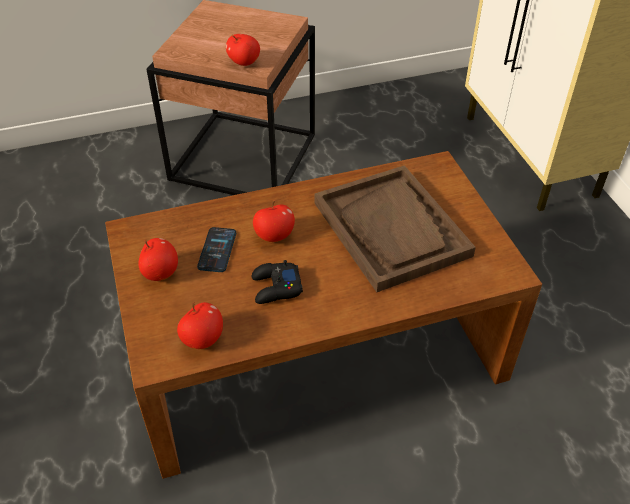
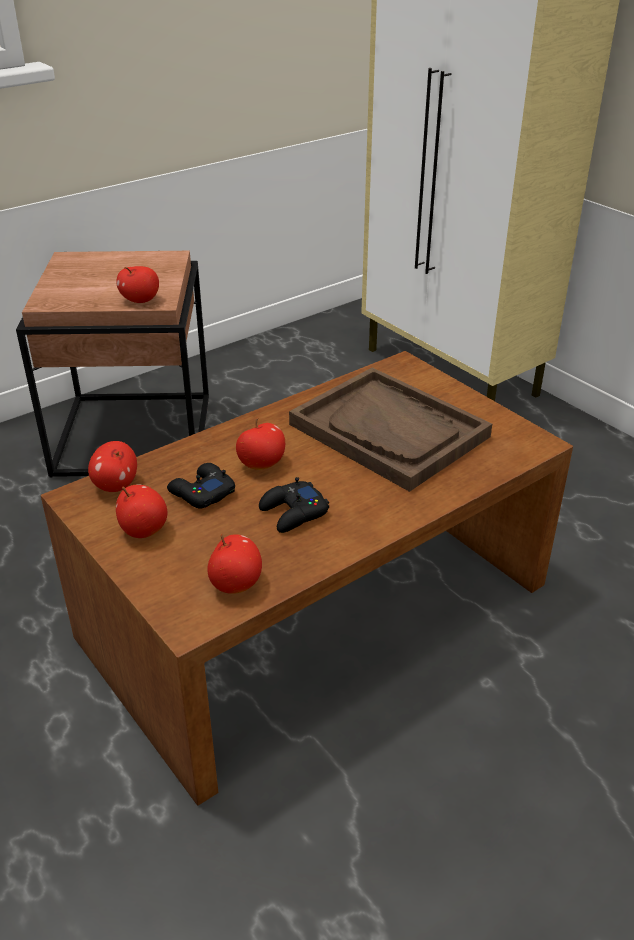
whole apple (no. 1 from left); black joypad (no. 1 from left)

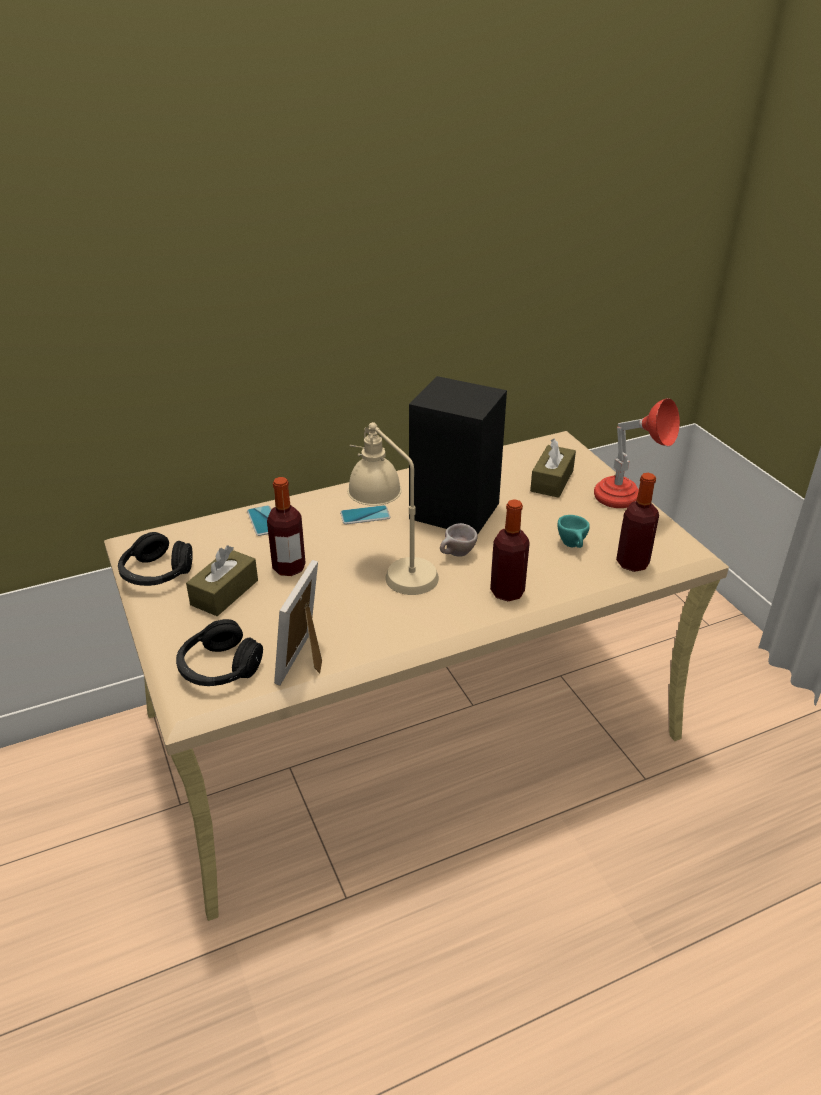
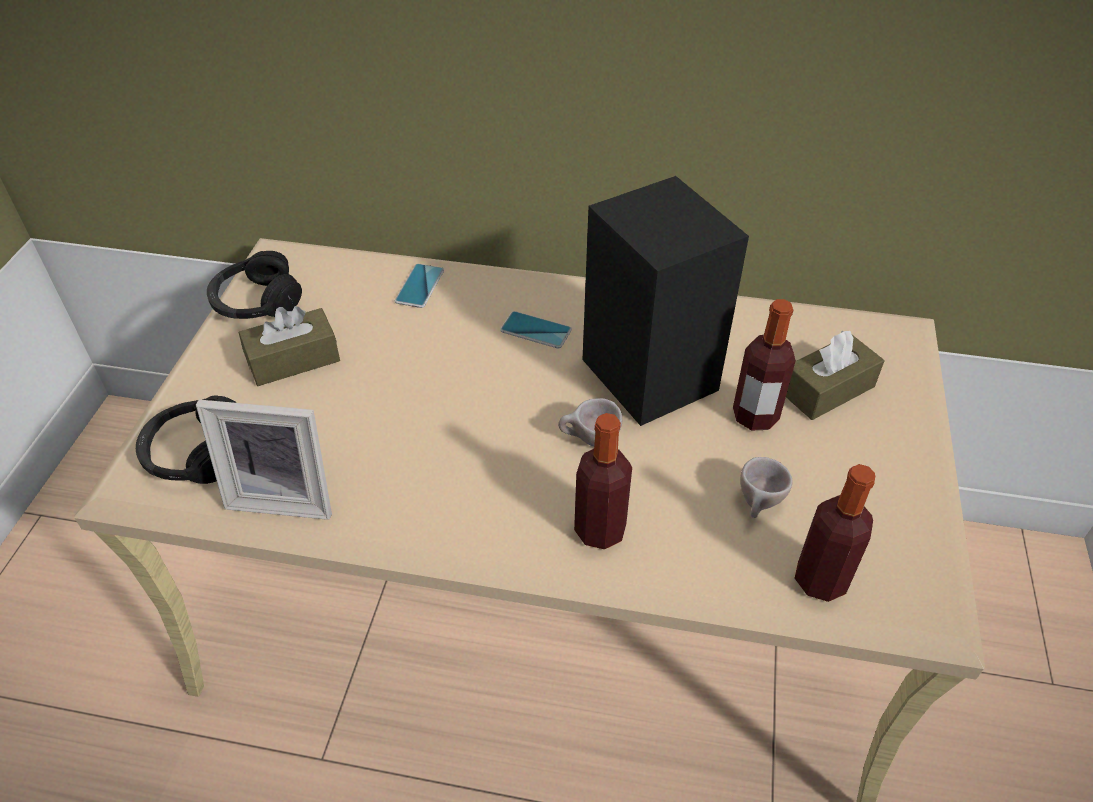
beige table lamp; red table lamp; drink bottle (no. 2 from left); beige cup (no. 2 from left); photo frame

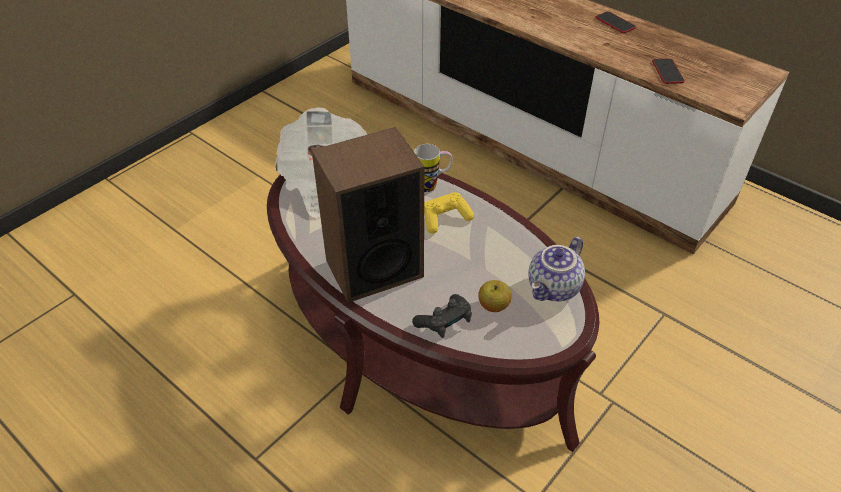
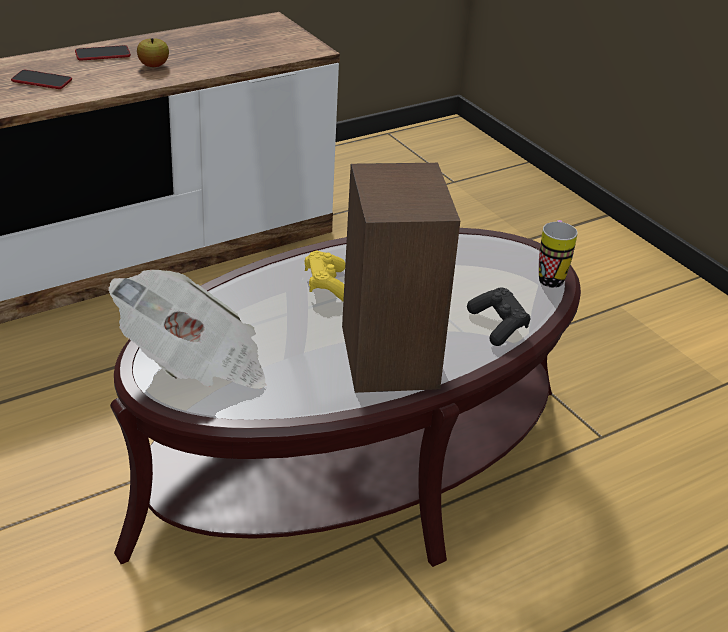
tea pot; tea mug; whole apple; telephone (no. 1 from left)

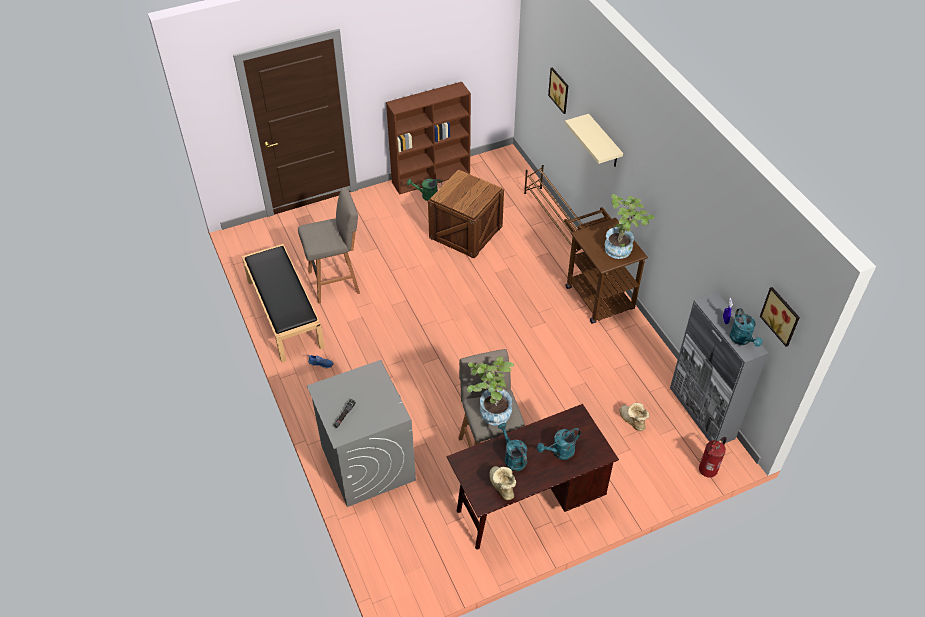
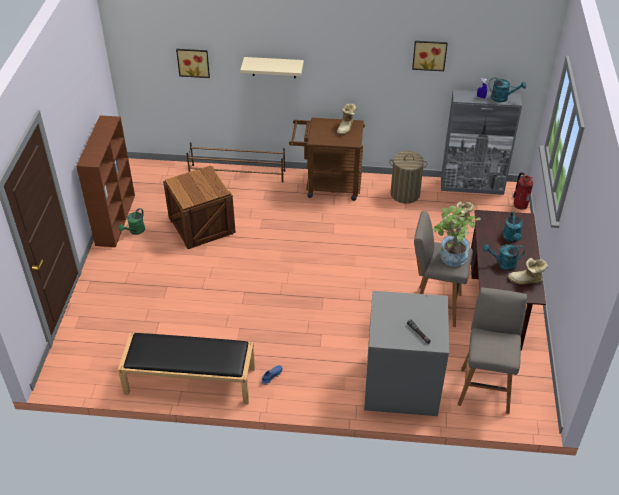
washing basket; gray stool seat (no. 2 from left); wall art (no. 2 from left); tall boot (no. 1 from left)

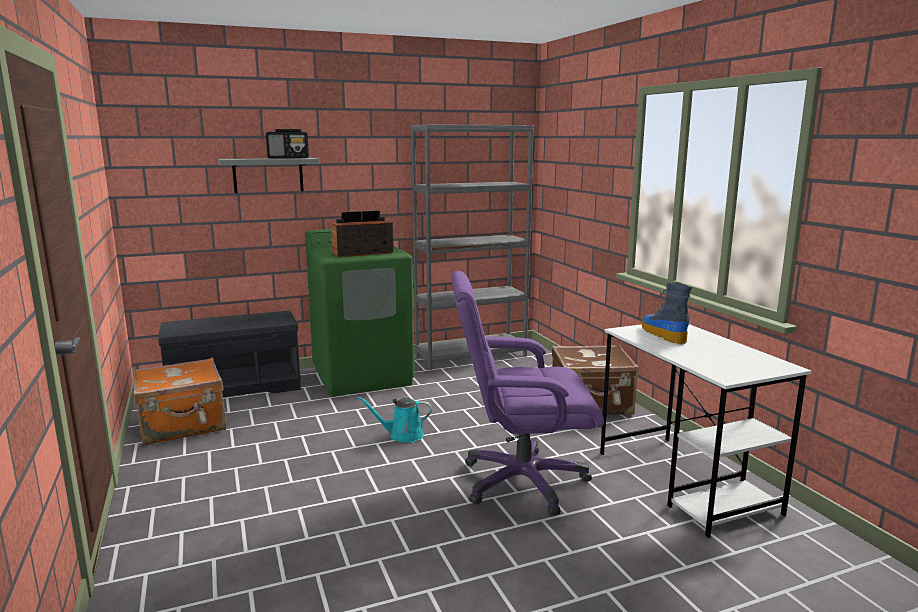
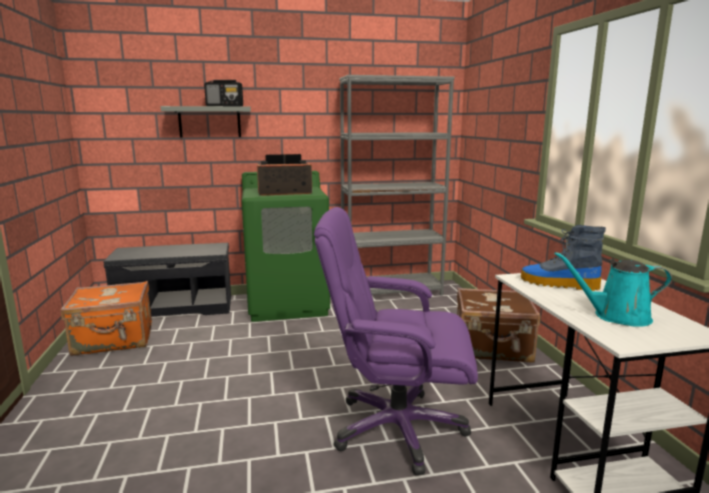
turquoise-coloured sprinkling can; tall boot

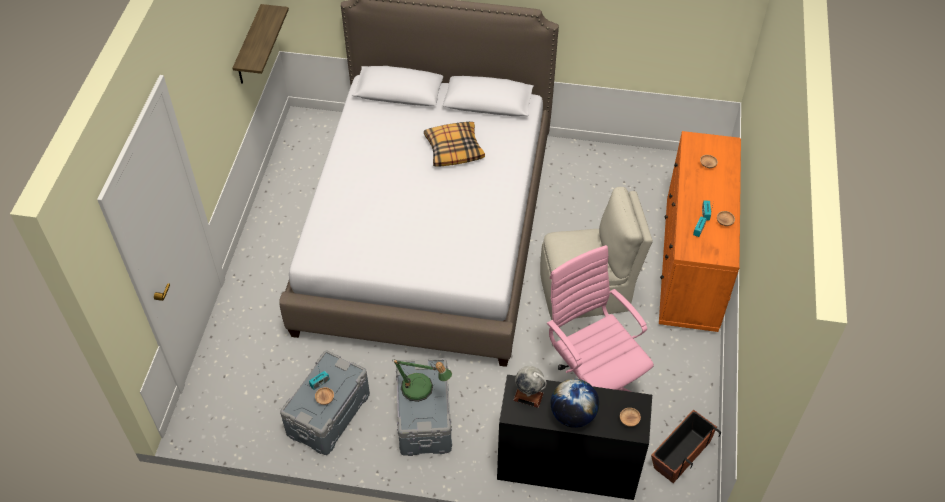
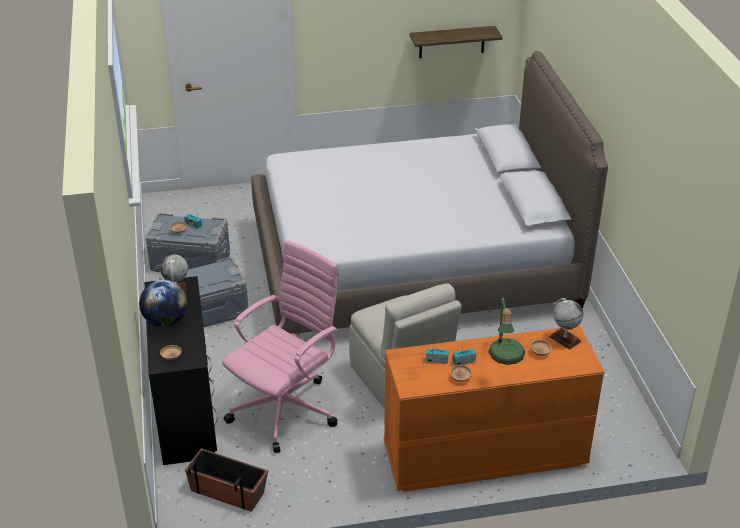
pillow; globe (no. 3 from left); table lamp

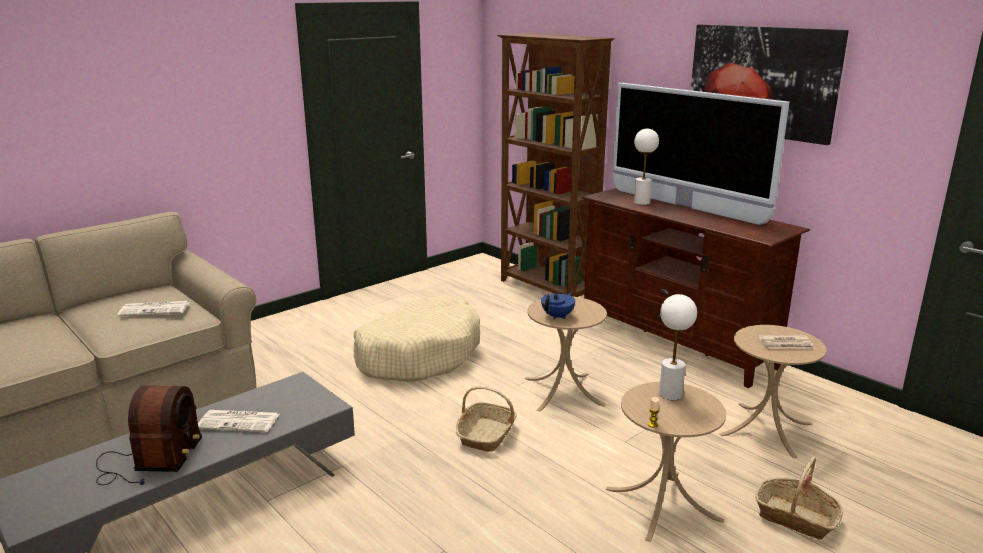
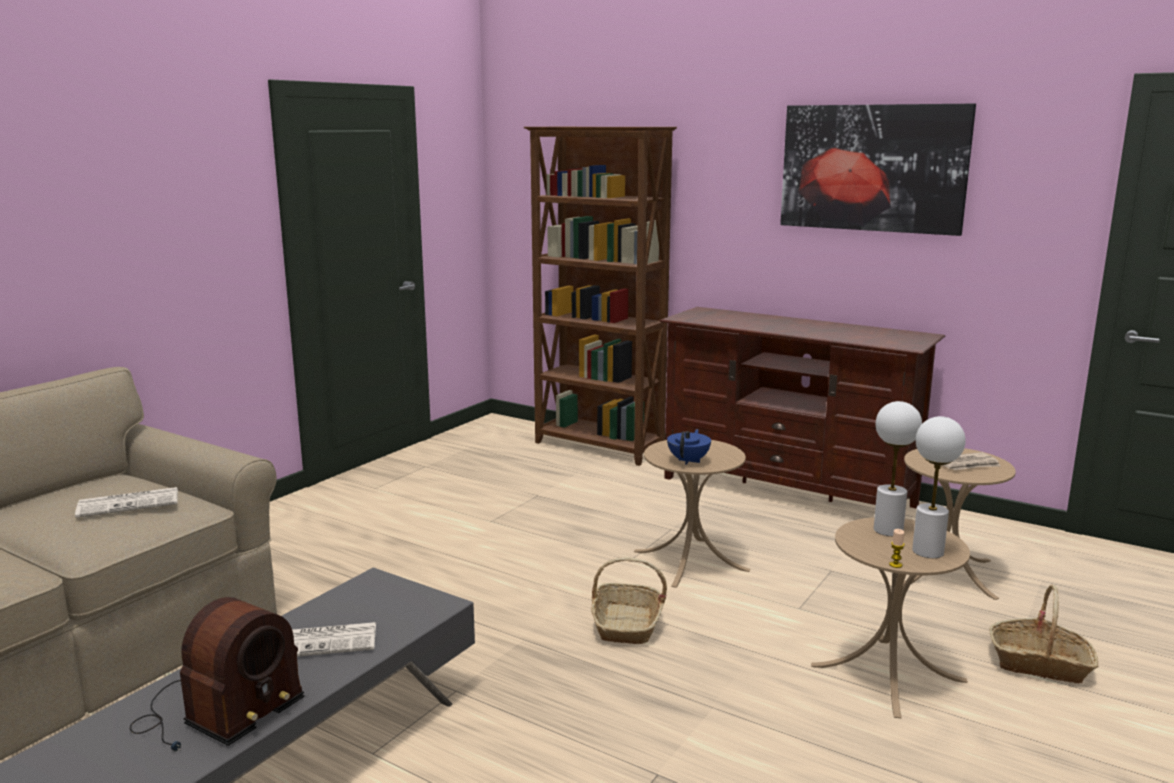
beige dog cushion; TV set; whitish table lamp (no. 2 from left); radio

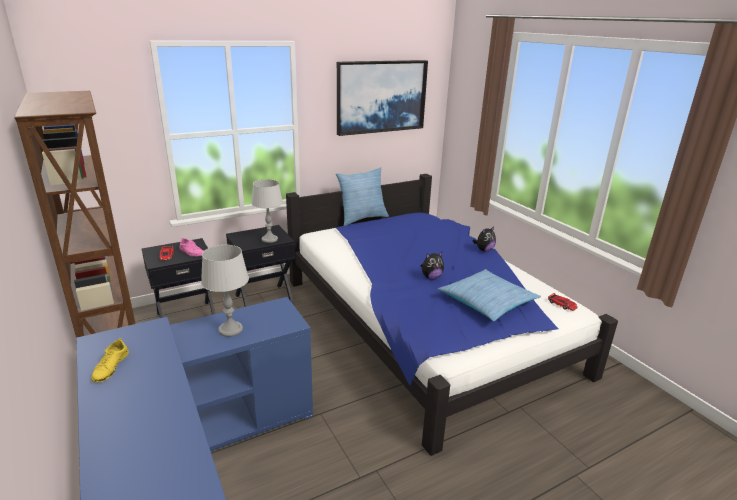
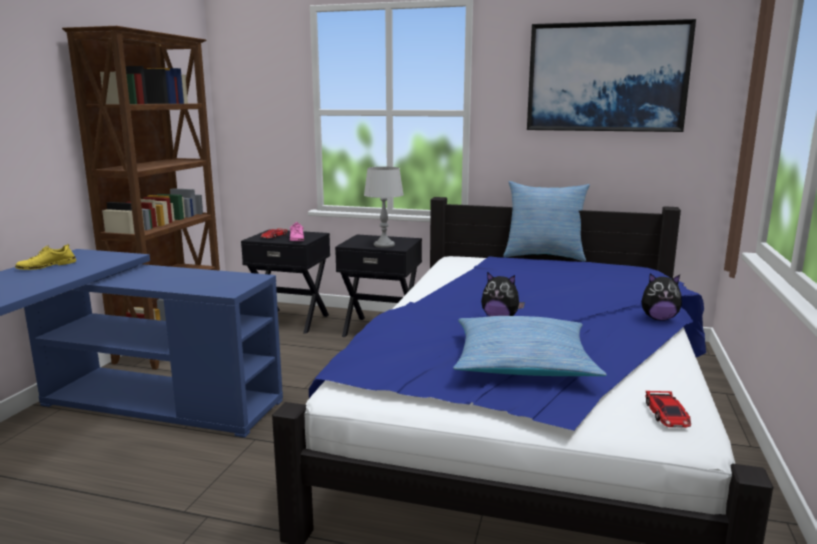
gray table lamp (no. 1 from left in the first image)

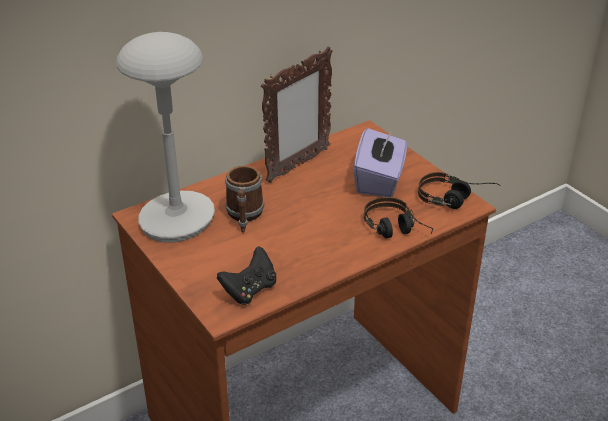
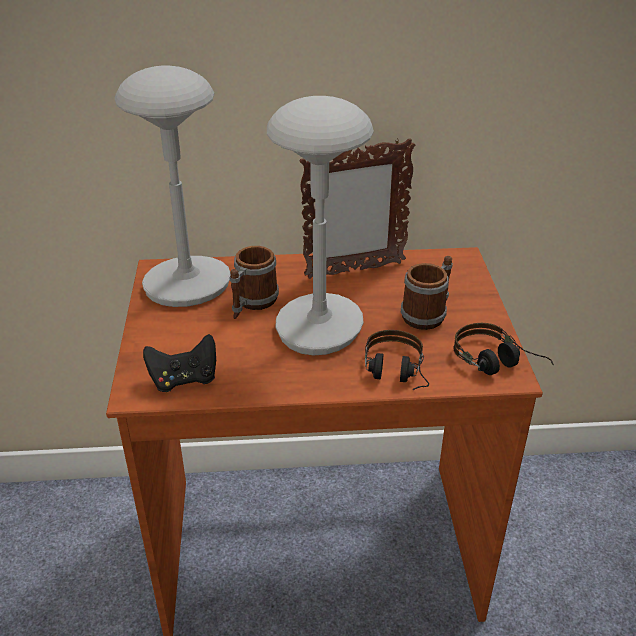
gray table lamp (no. 2 from left); tea mug (no. 2 from left)

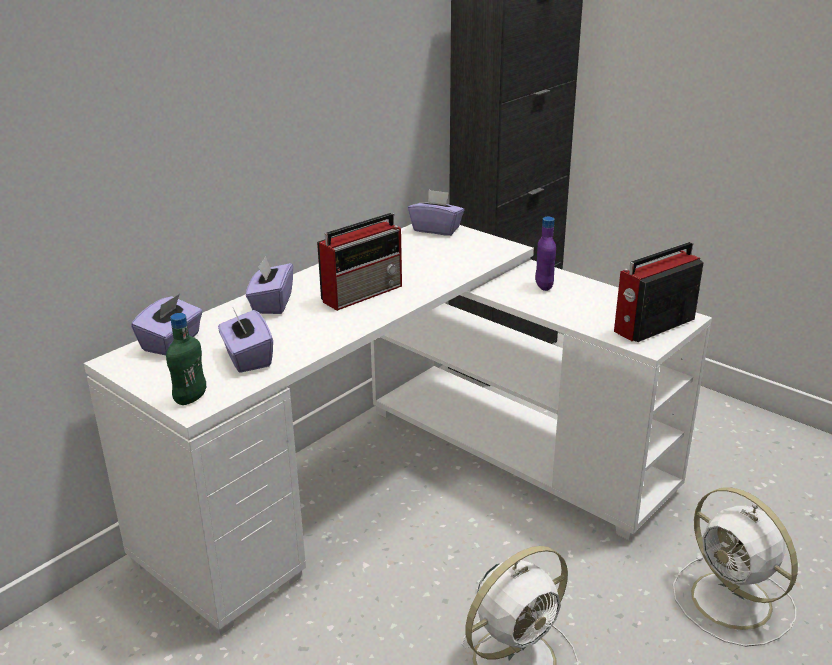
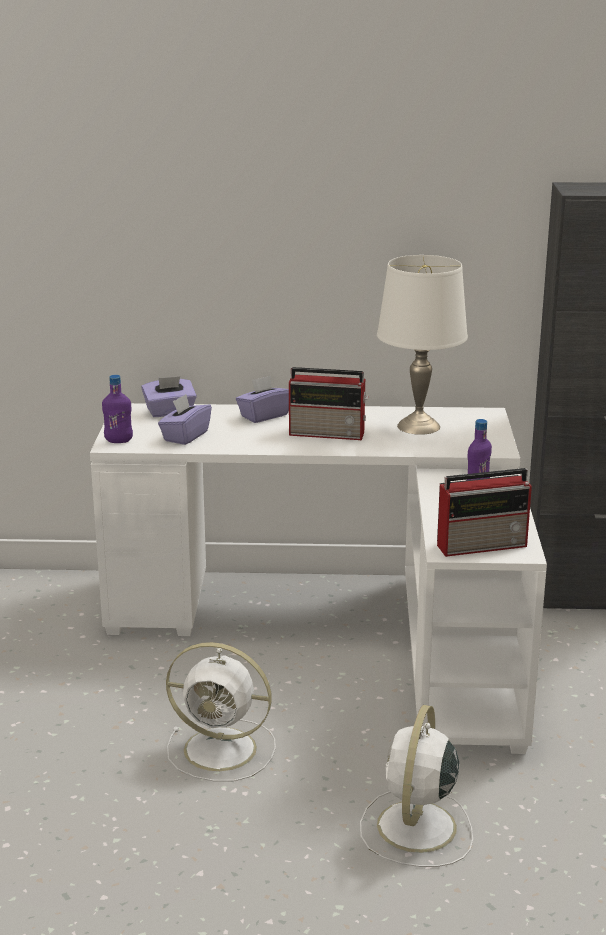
purplish tissue box (no. 4 from left in the first image); whitish table lamp; purplish drink bottle (no. 1 from left); radio (no. 2 from left)

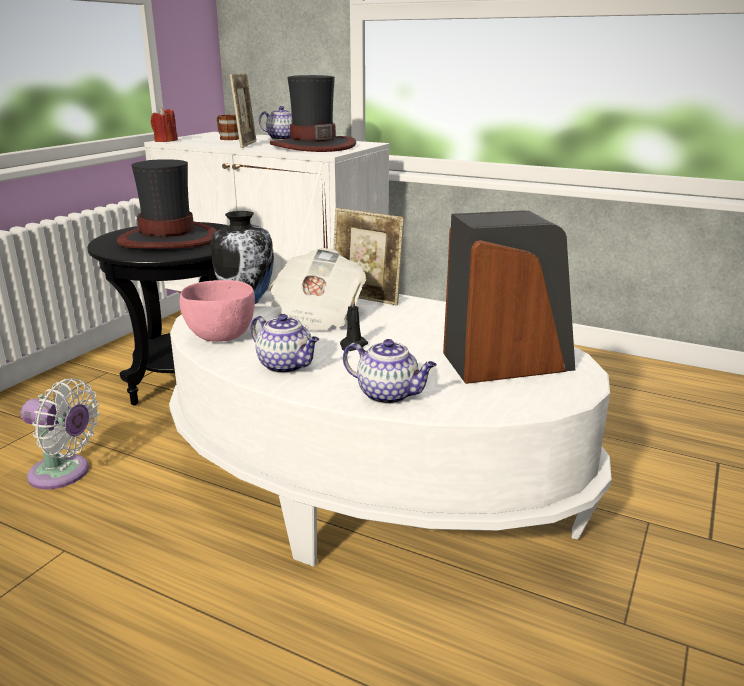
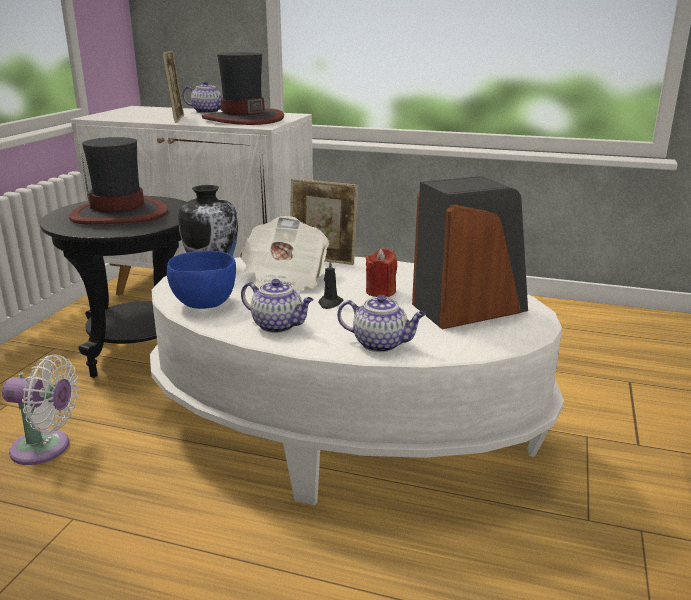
tea mug; red wax candle; blue serving bowl

